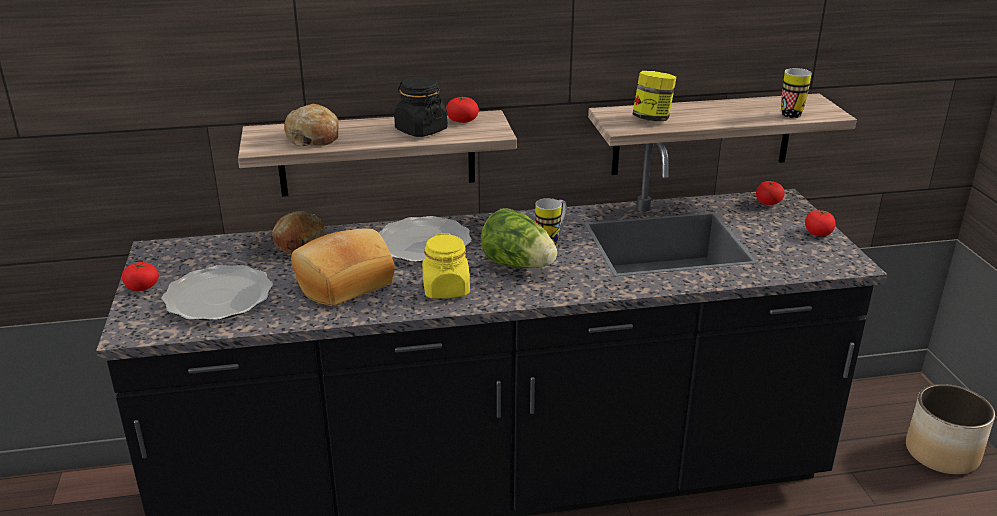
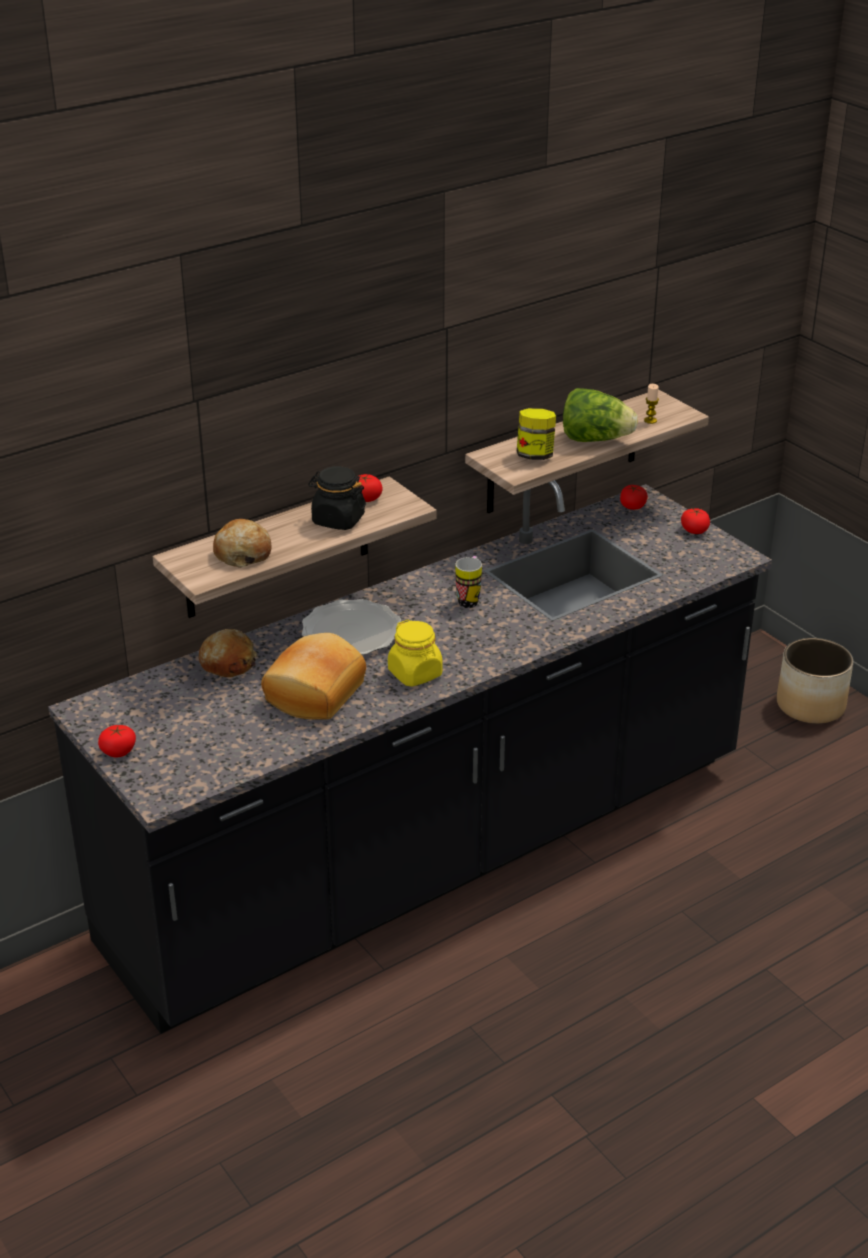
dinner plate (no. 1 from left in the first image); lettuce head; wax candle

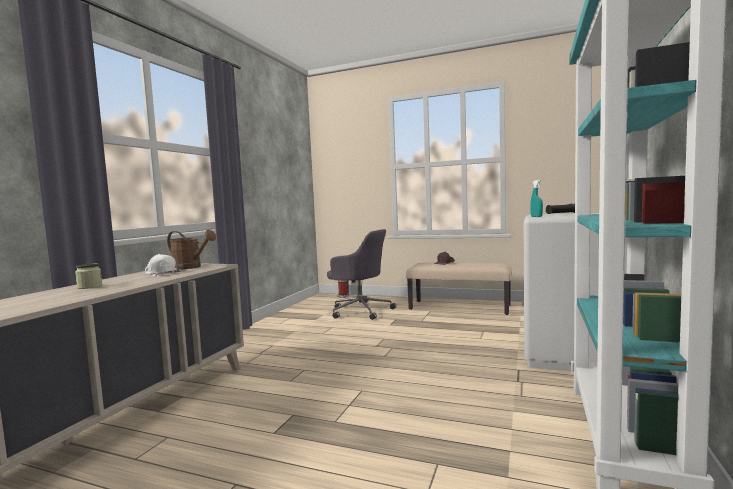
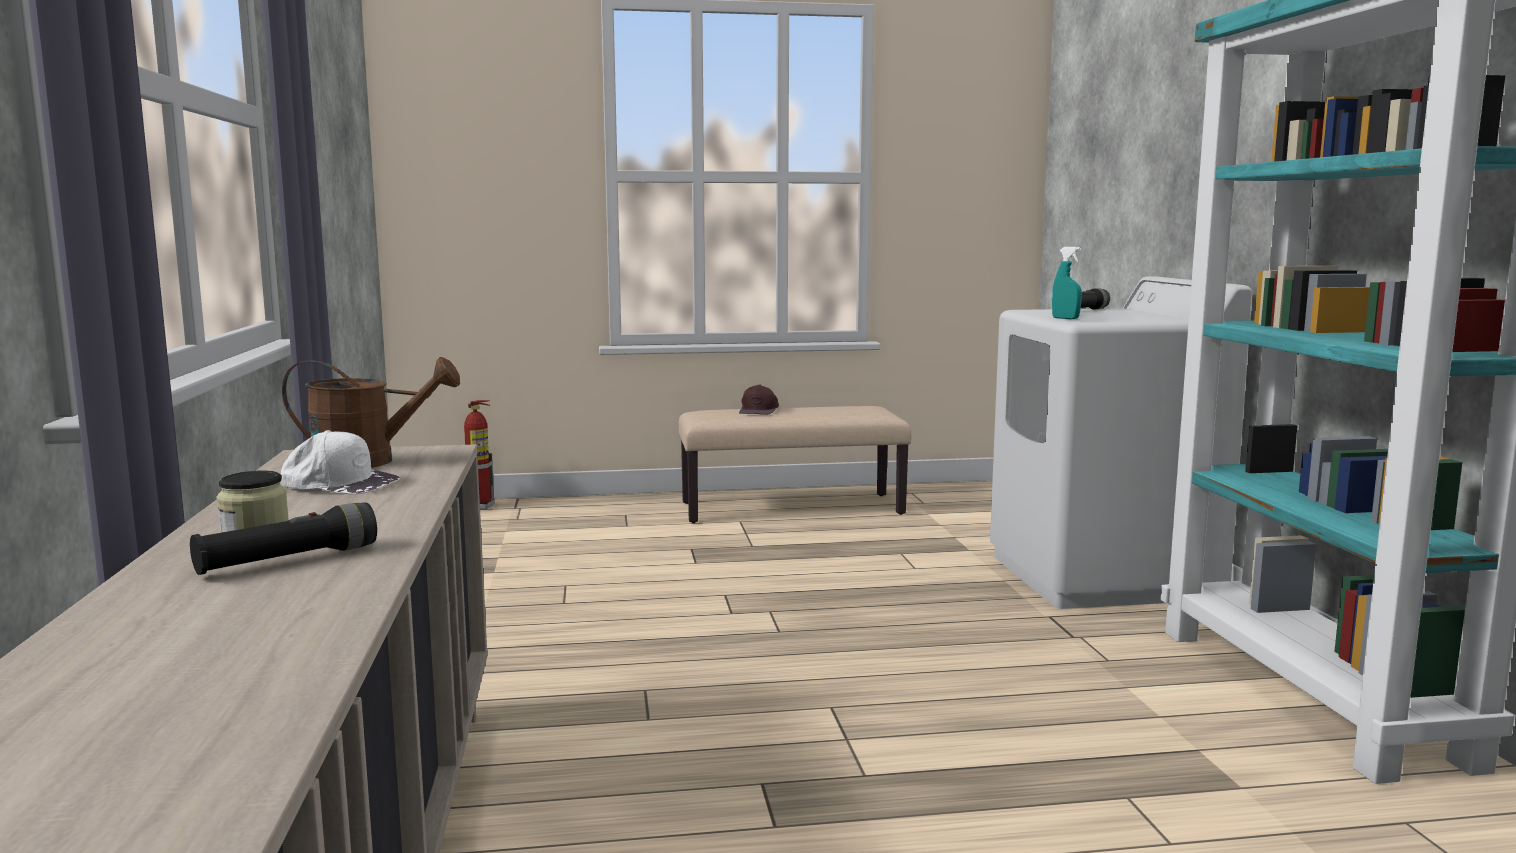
gray desk chair; black hand torch (no. 1 from left)

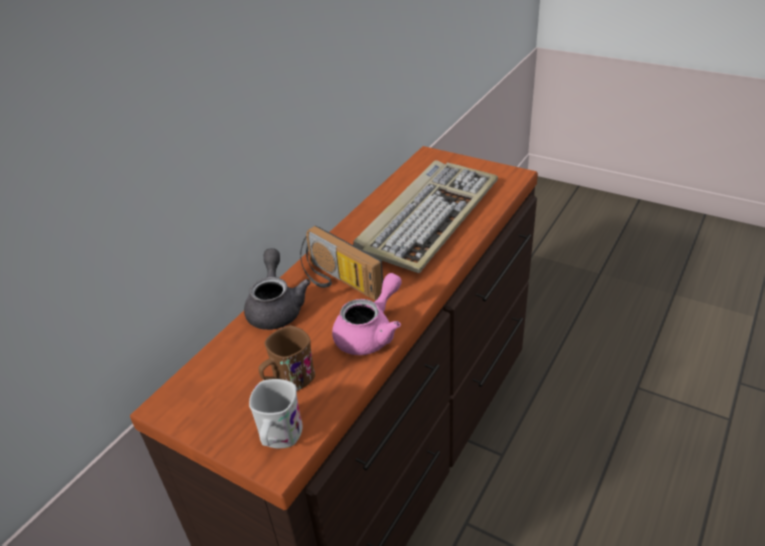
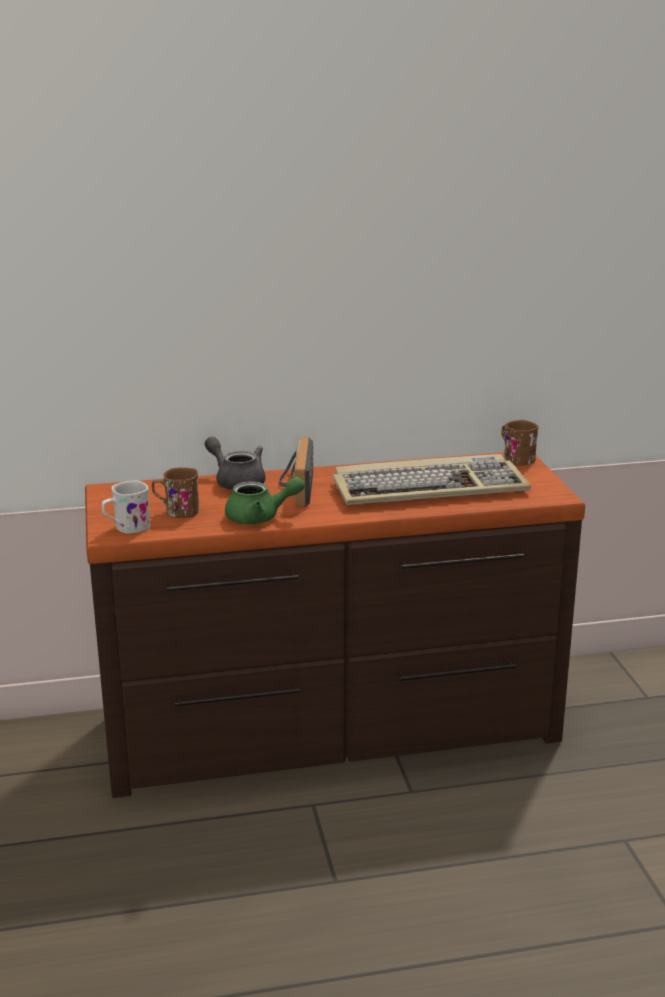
brownish tea mug (no. 2 from left); green-coloured tea pot; gray tea pot

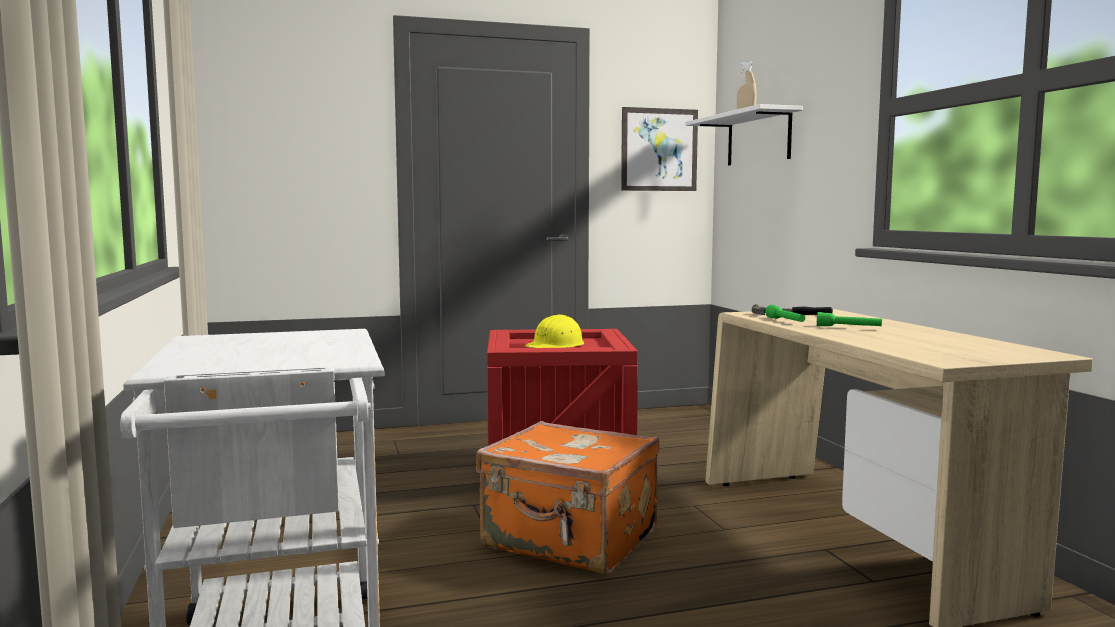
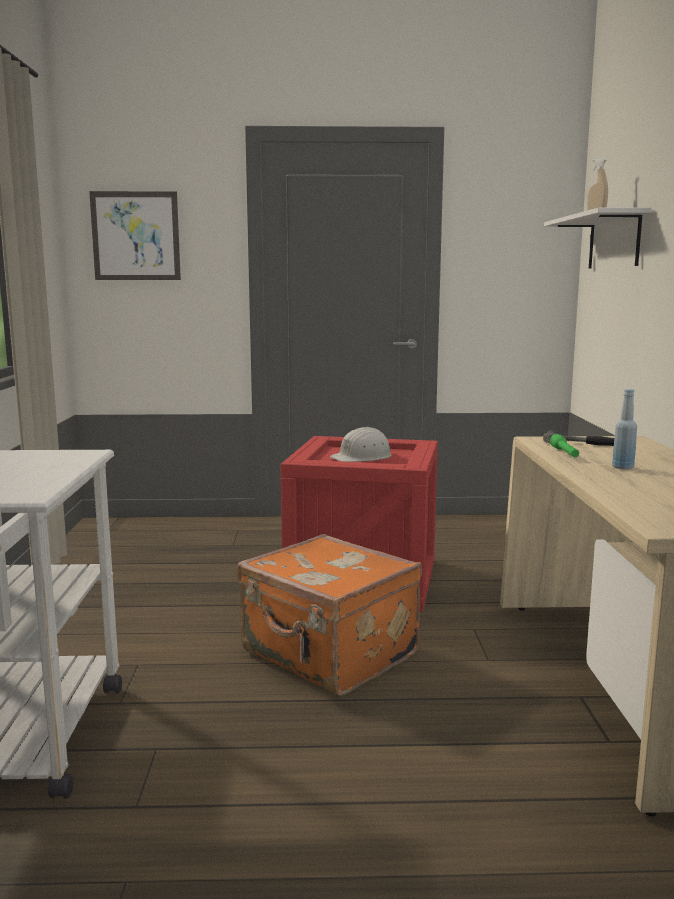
wall art; blue drink bottle; whitish work helmet

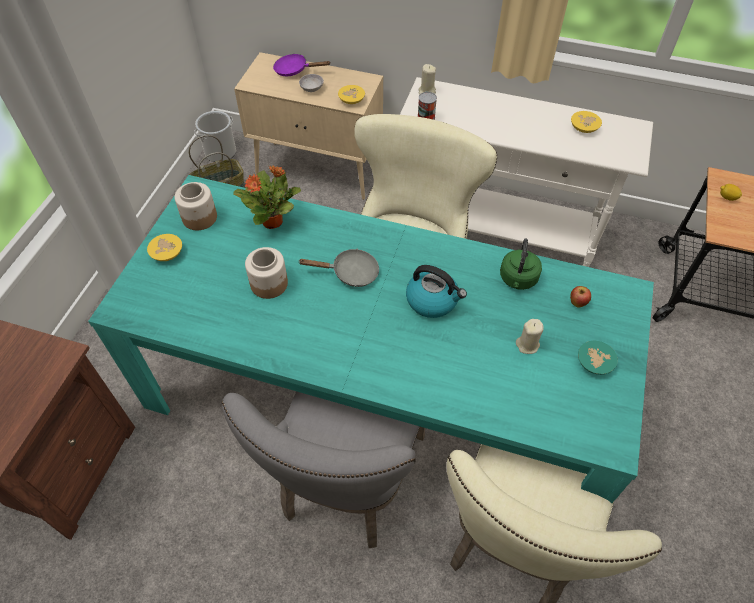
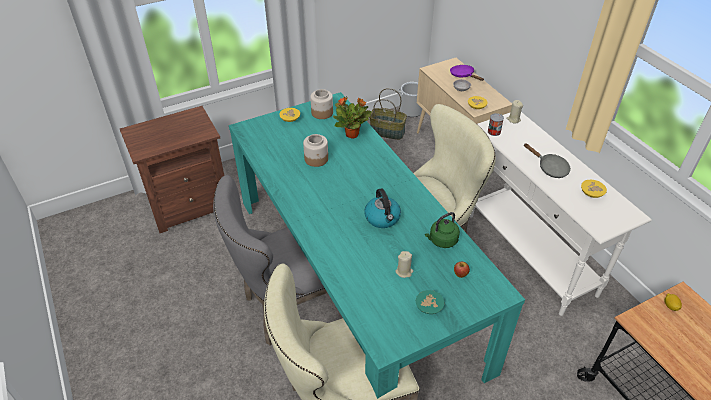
gray skillet

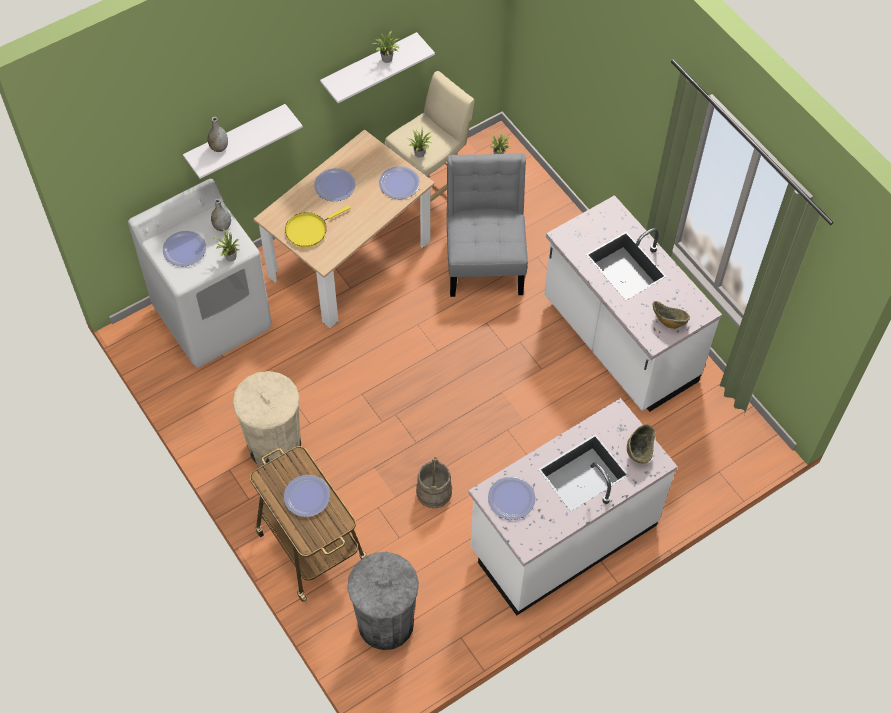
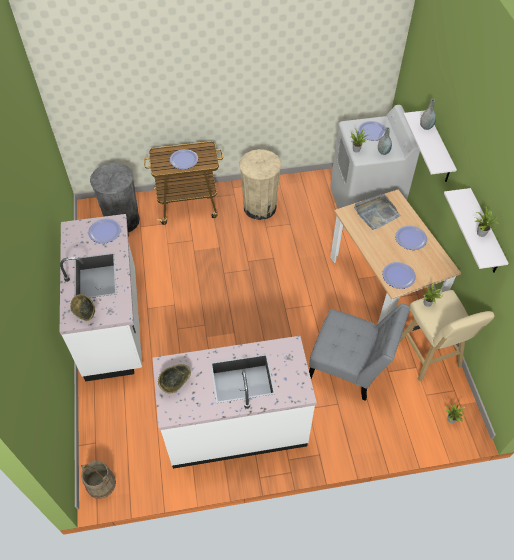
beige water bucket; gray carrying tray

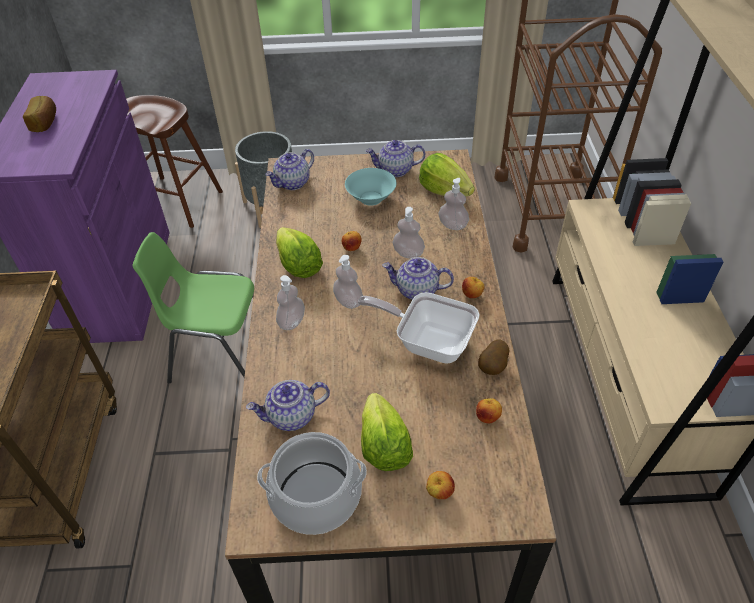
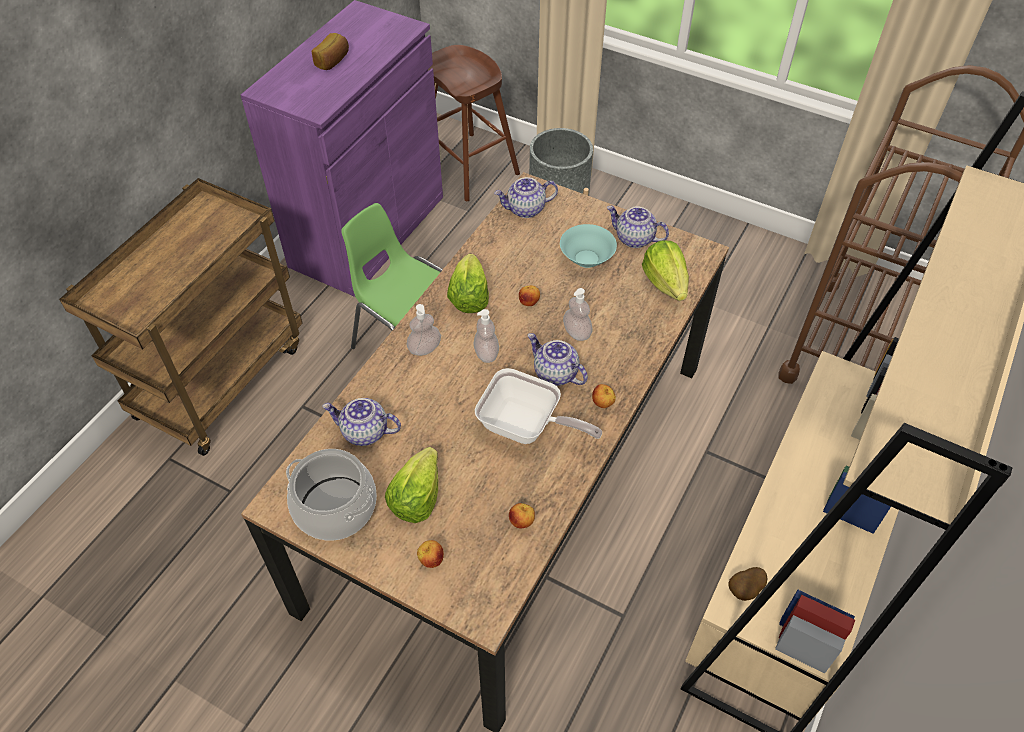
soap dispenser (no. 4 from left in the first image); spud; skillet

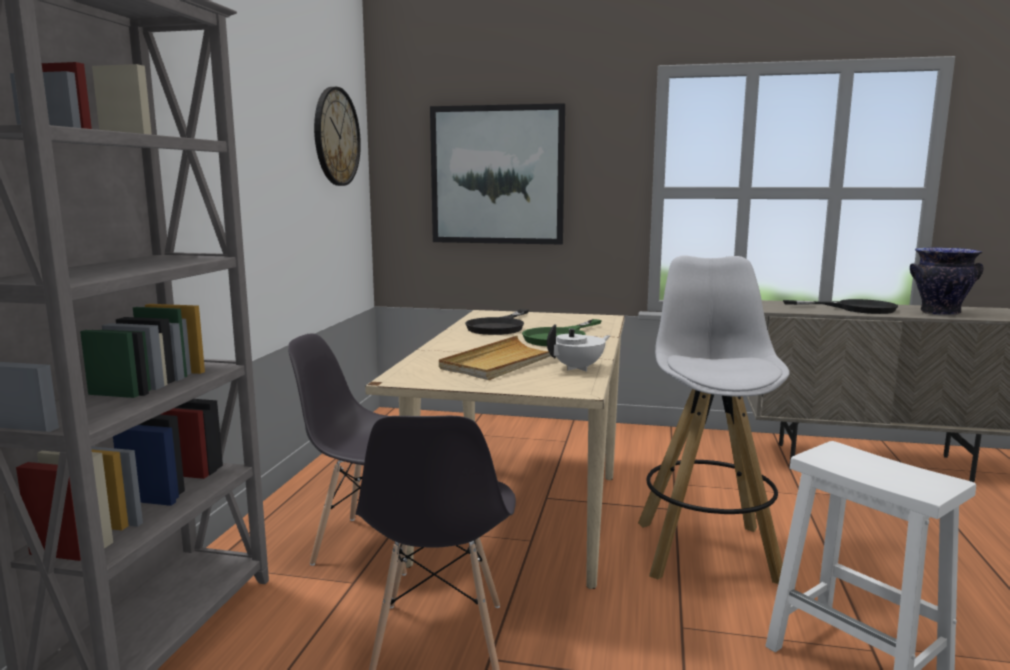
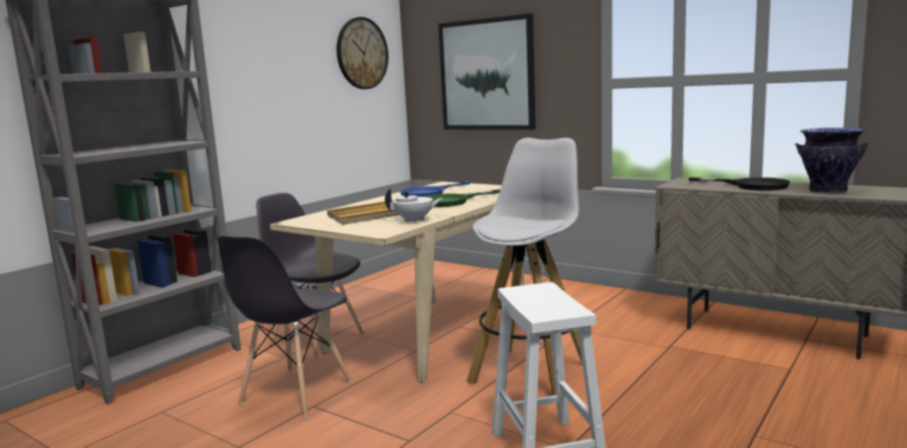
blue skillet

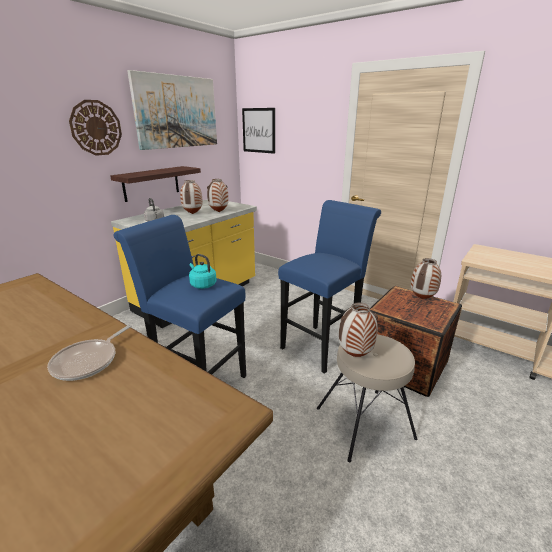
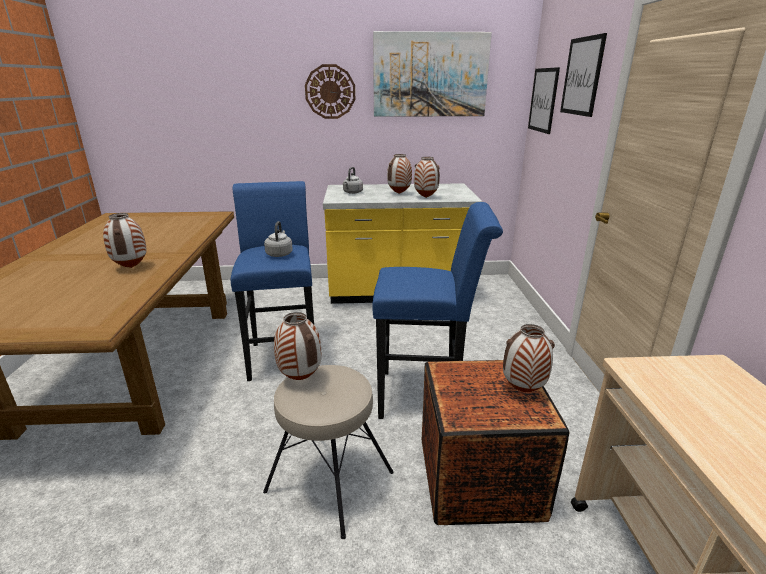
bracket shelf; wall art (no. 3 from left); vase (no. 1 from left); gray water kettle (no. 1 from left)

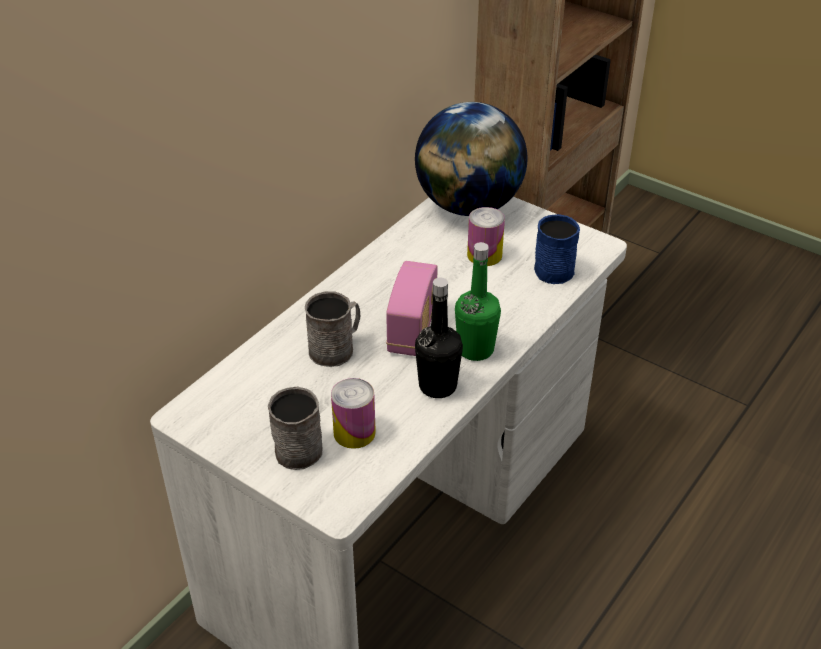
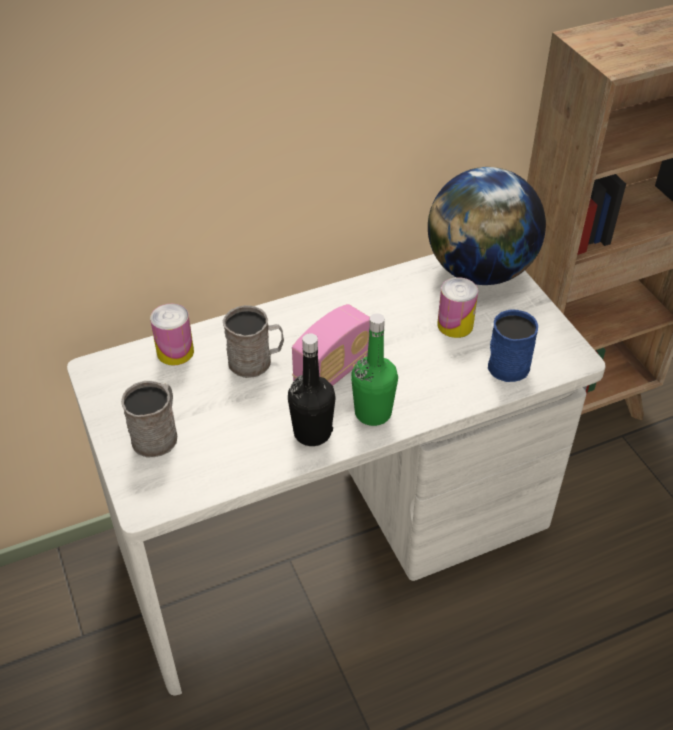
sealed can (no. 1 from left)

